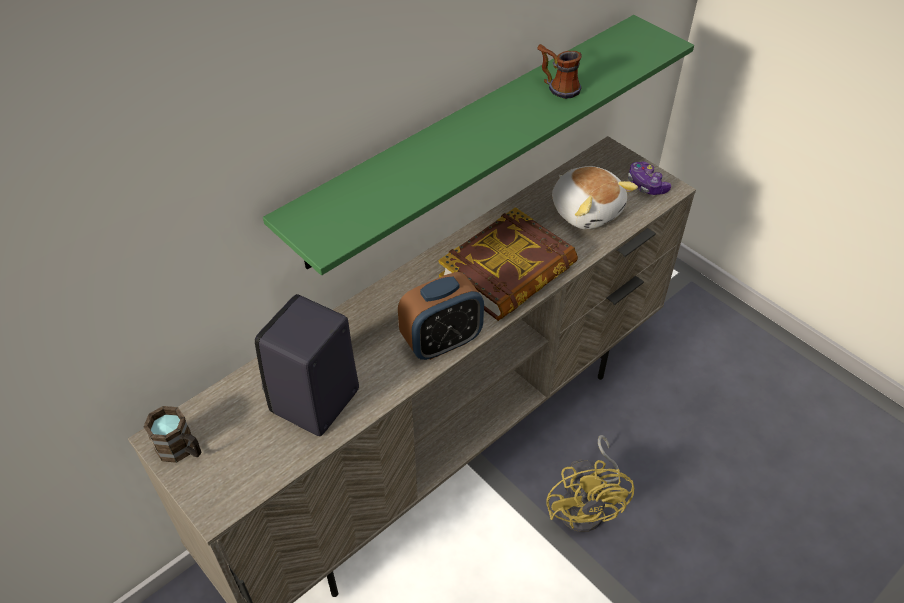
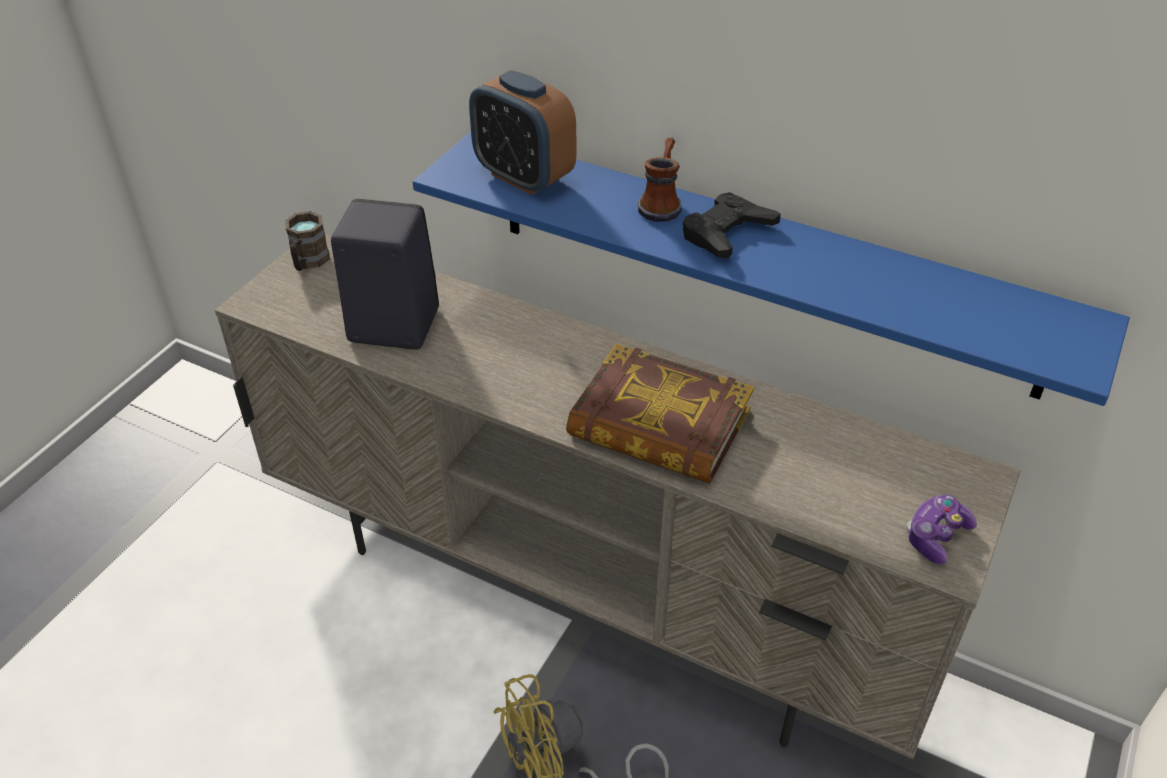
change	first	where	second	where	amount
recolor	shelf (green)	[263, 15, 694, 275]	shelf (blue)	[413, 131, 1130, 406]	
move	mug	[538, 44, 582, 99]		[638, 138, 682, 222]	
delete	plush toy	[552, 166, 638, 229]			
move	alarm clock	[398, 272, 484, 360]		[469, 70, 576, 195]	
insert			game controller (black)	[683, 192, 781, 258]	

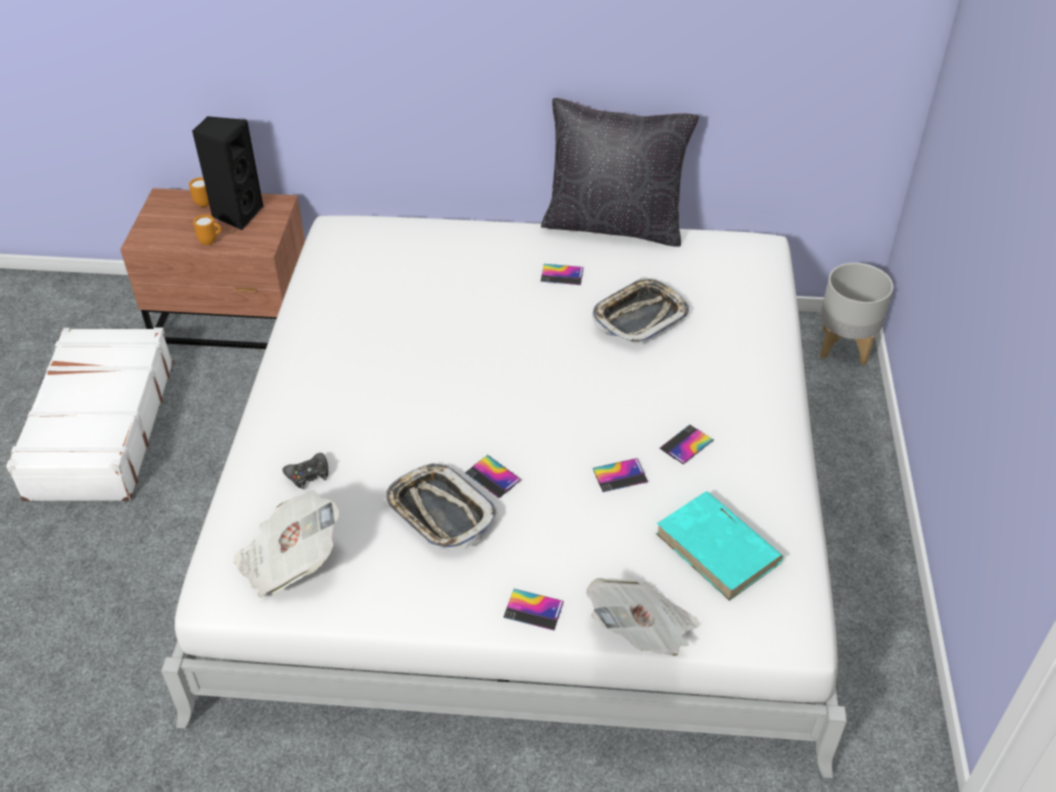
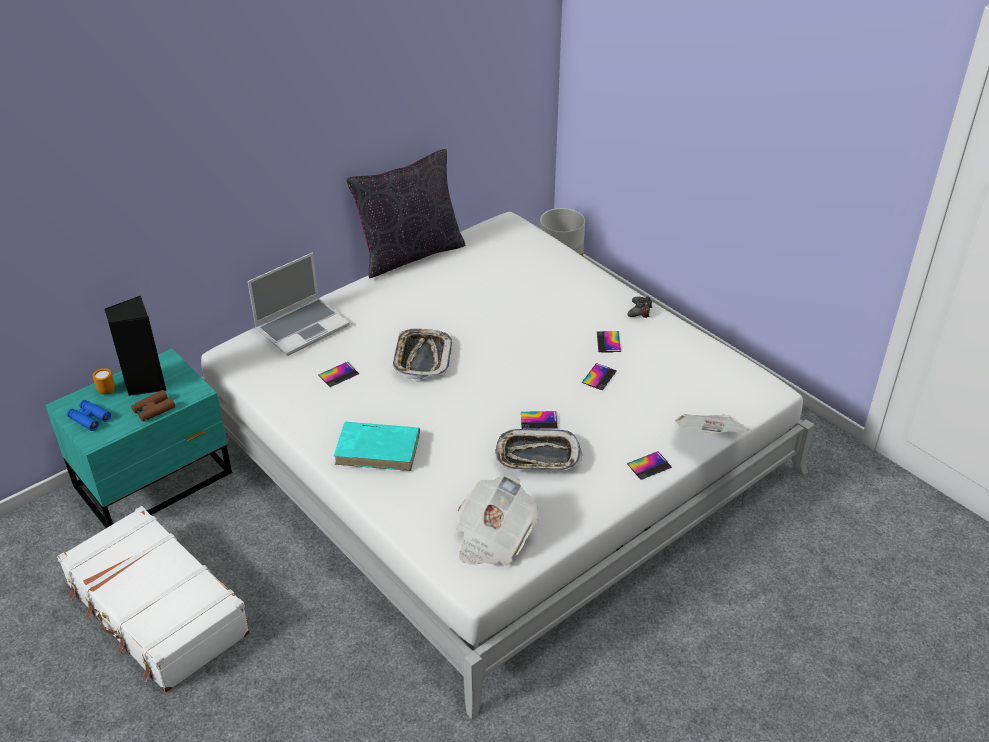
change	first	where	second	where	amount
recolor	nightstand (brown)	[120, 188, 305, 349]	nightstand (turquoise)	[45, 348, 232, 528]	
replace	mug (orange)	[193, 215, 222, 245]	binoculars (brown)	[131, 390, 175, 422]	
move	phone	[541, 264, 584, 285]		[319, 362, 359, 387]	
move	tray	[592, 277, 689, 345]		[393, 328, 452, 380]	
move	game controller (black)	[282, 453, 328, 489]		[627, 296, 652, 318]	
move	book (turquoise)	[656, 491, 783, 601]		[334, 422, 420, 471]	
insert			laptop	[248, 253, 350, 356]	
insert			binoculars (blue)	[67, 400, 111, 431]	

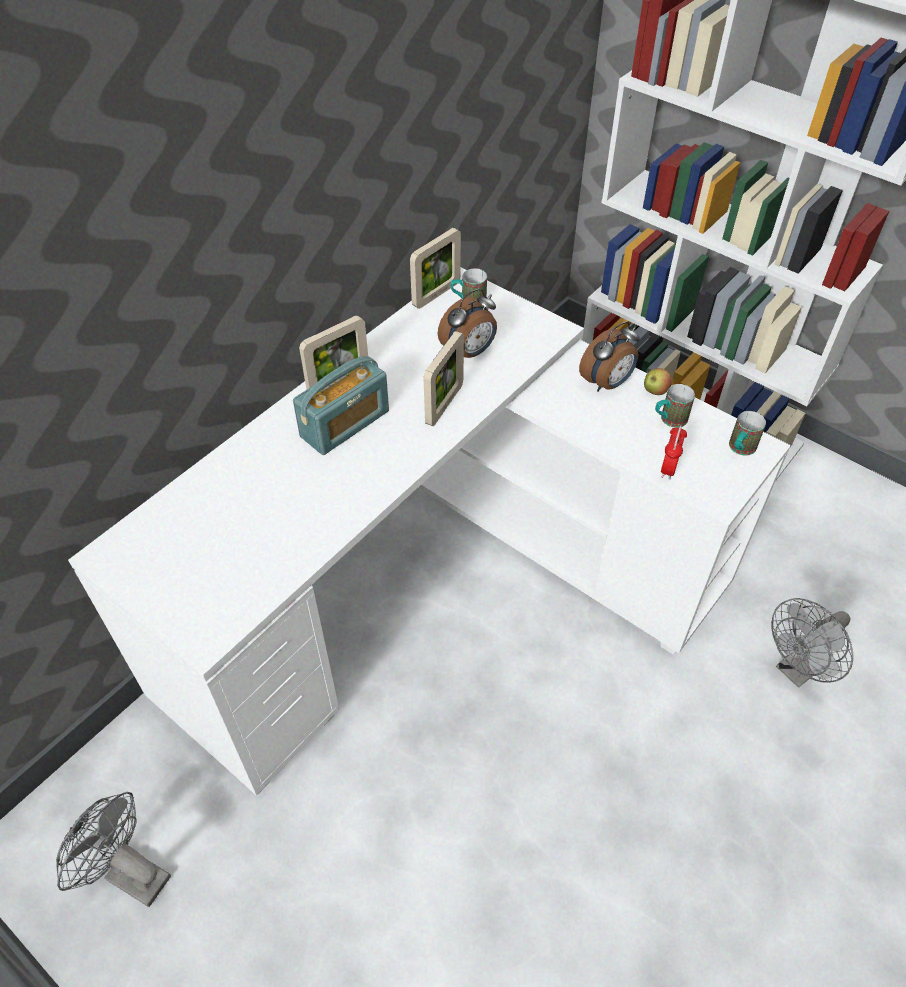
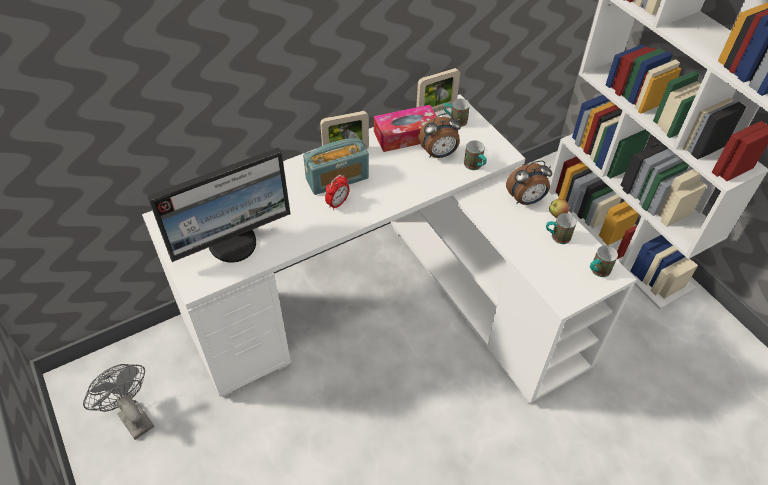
change	first	where	second	where	amount
delete	picture frame	[424, 331, 464, 426]			
move	alarm clock	[661, 425, 687, 480]		[325, 175, 350, 210]	
delete	fan (grey)	[772, 598, 853, 688]			
insert			tissue box	[374, 105, 436, 152]	
insert			mug	[464, 141, 487, 170]	
insert			monitor	[147, 147, 290, 263]	

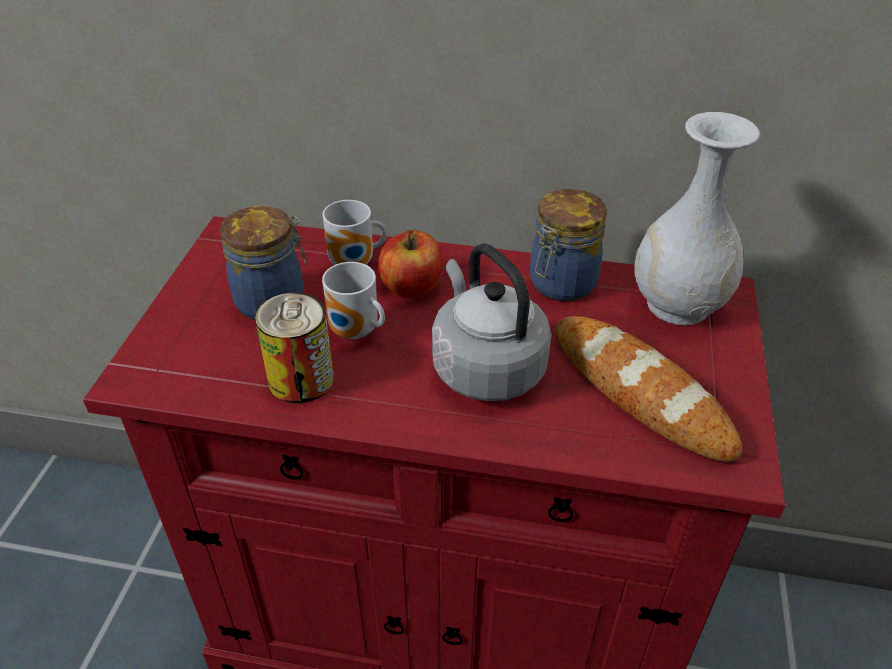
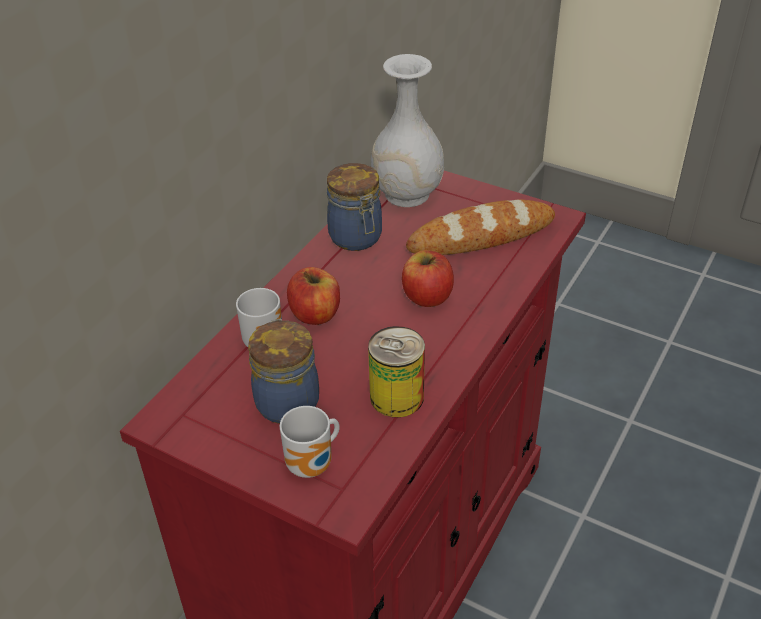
change	first	where	second	where	amount
replace	kettle (grey)	[432, 243, 551, 401]	apple	[402, 250, 454, 307]	
move	mug	[322, 262, 385, 339]		[280, 406, 340, 478]	

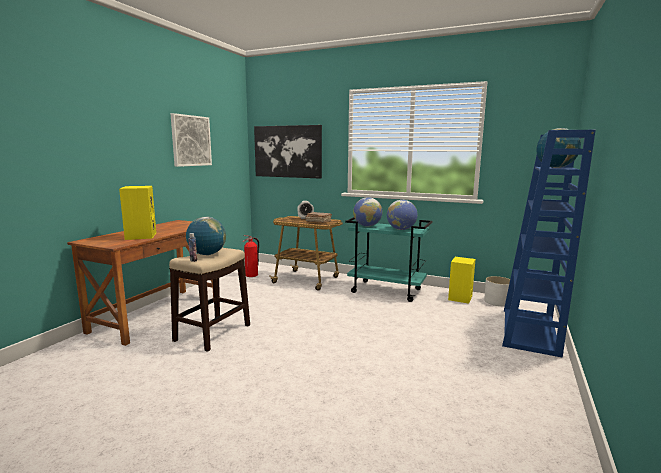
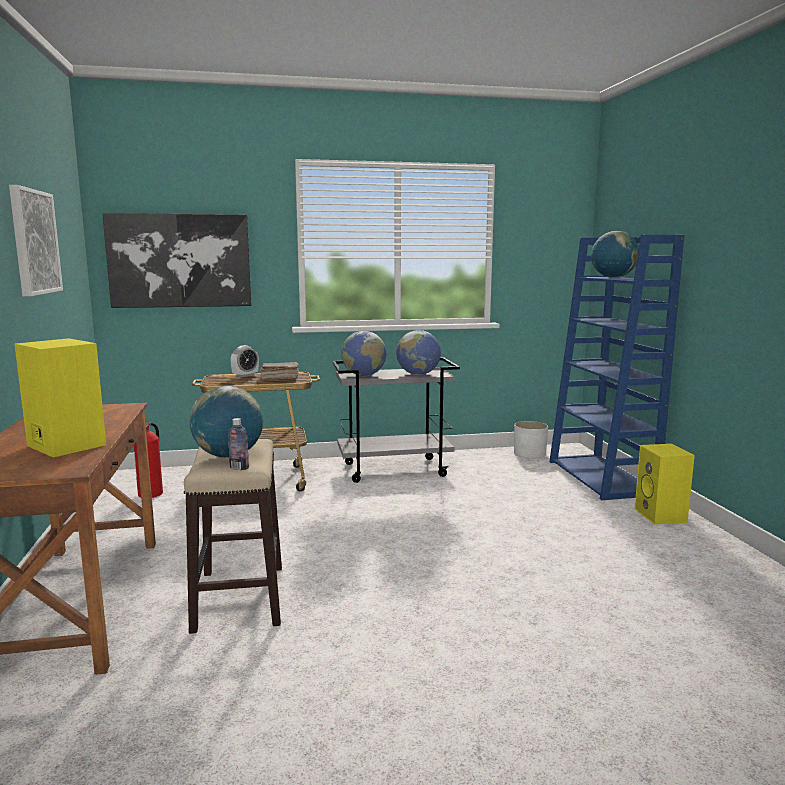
change	first	where	second	where	amount
recolor	cart (turquoise)	[345, 217, 432, 302]	cart (grey)	[332, 357, 460, 483]	
move	speaker (yellow)	[448, 257, 476, 304]		[635, 444, 695, 525]	

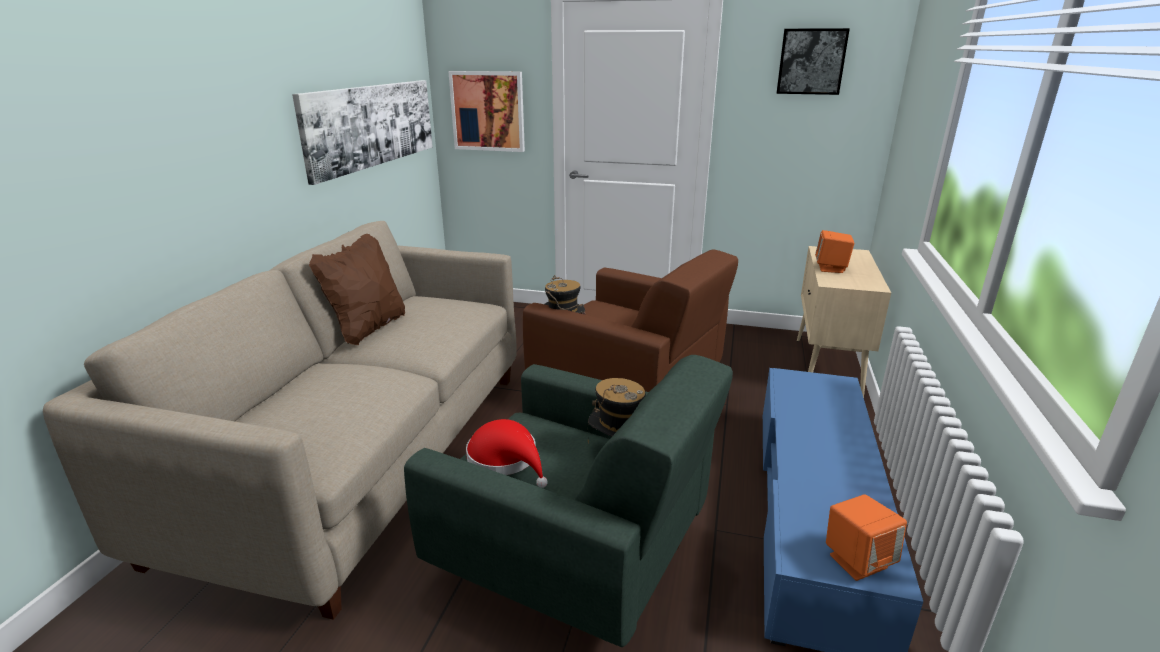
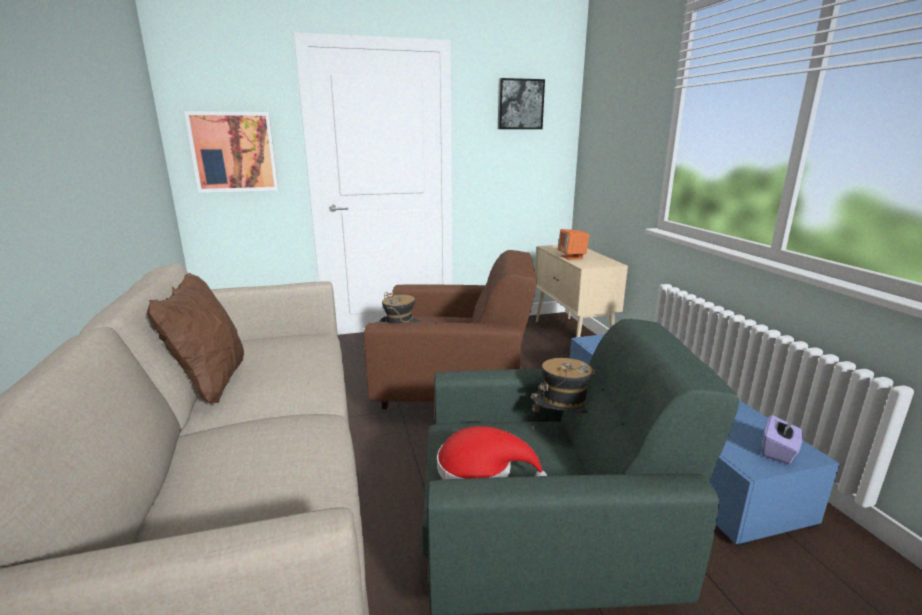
change	first	where	second	where	amount
delete	picture	[292, 80, 433, 185]			
replace	speaker (orange)	[826, 494, 907, 581]	tissue box (purple)	[762, 415, 803, 464]	

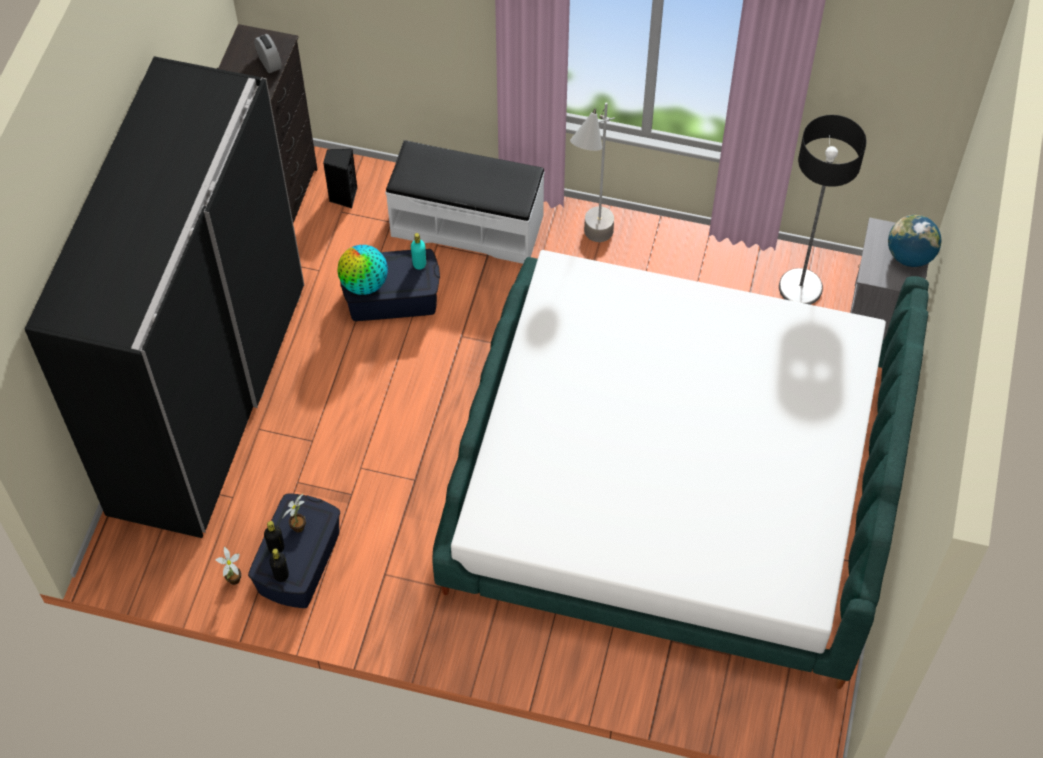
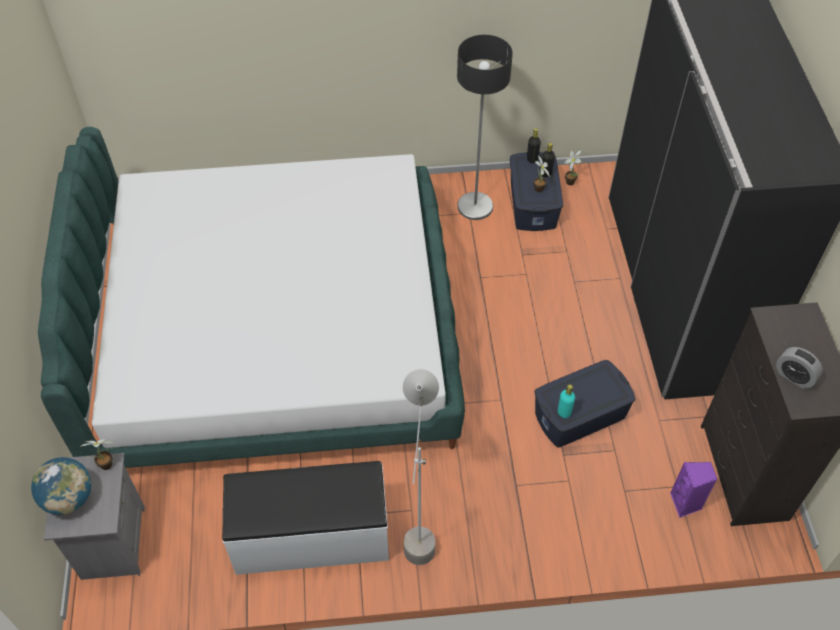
change	first	where	second	where	amount
move	floor lamp	[779, 115, 866, 305]		[457, 35, 513, 220]	
move	bench (white)	[385, 140, 544, 264]		[222, 461, 389, 575]	
recolor	speaker (black)	[323, 149, 357, 208]	speaker (purple)	[670, 462, 717, 518]	
delete	globe	[337, 245, 388, 295]			
insert			potted plant	[80, 439, 112, 470]	

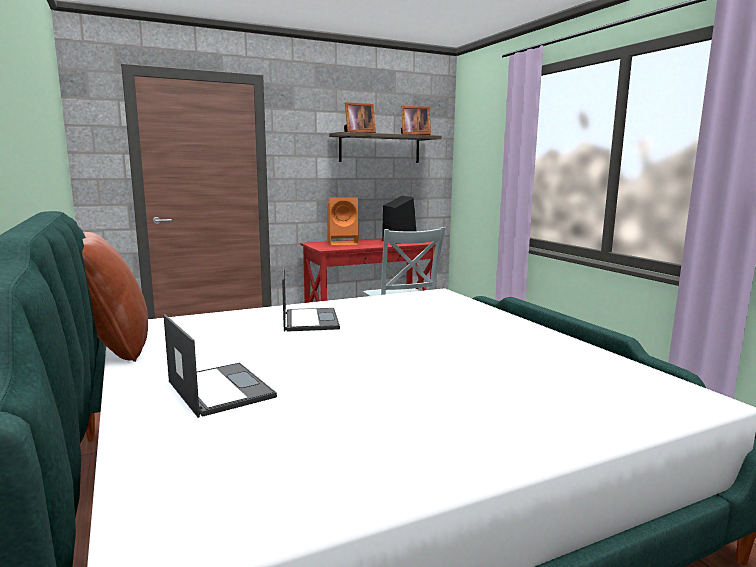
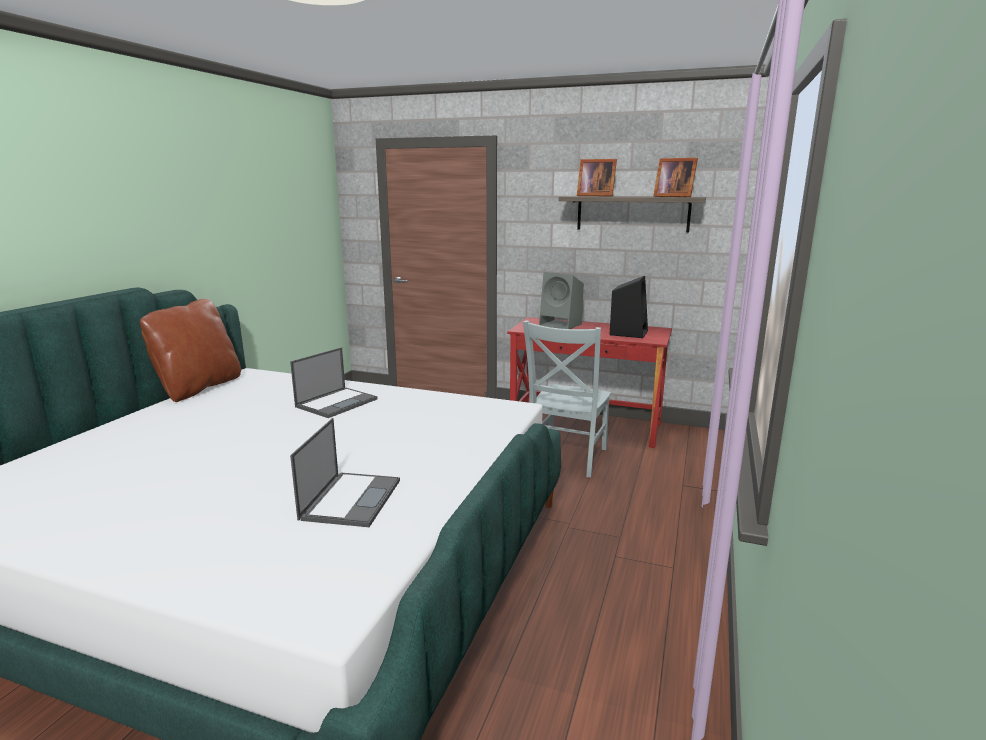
change	first	where	second	where	amount
recolor	speaker (orange)	[327, 197, 359, 246]	speaker (grey)	[539, 272, 584, 329]	
move	laptop	[163, 314, 277, 418]		[290, 418, 400, 527]	

